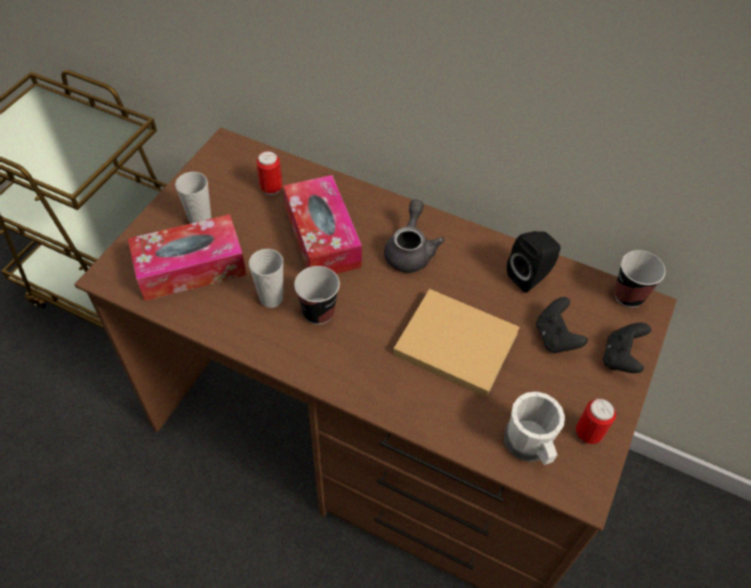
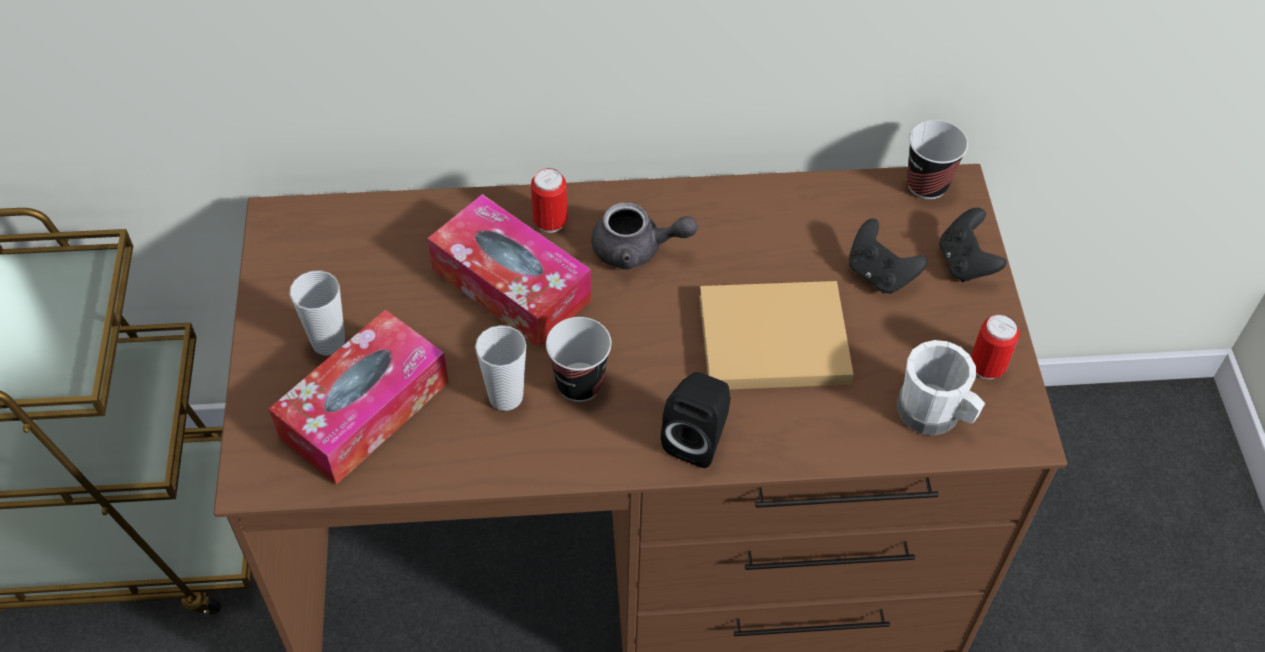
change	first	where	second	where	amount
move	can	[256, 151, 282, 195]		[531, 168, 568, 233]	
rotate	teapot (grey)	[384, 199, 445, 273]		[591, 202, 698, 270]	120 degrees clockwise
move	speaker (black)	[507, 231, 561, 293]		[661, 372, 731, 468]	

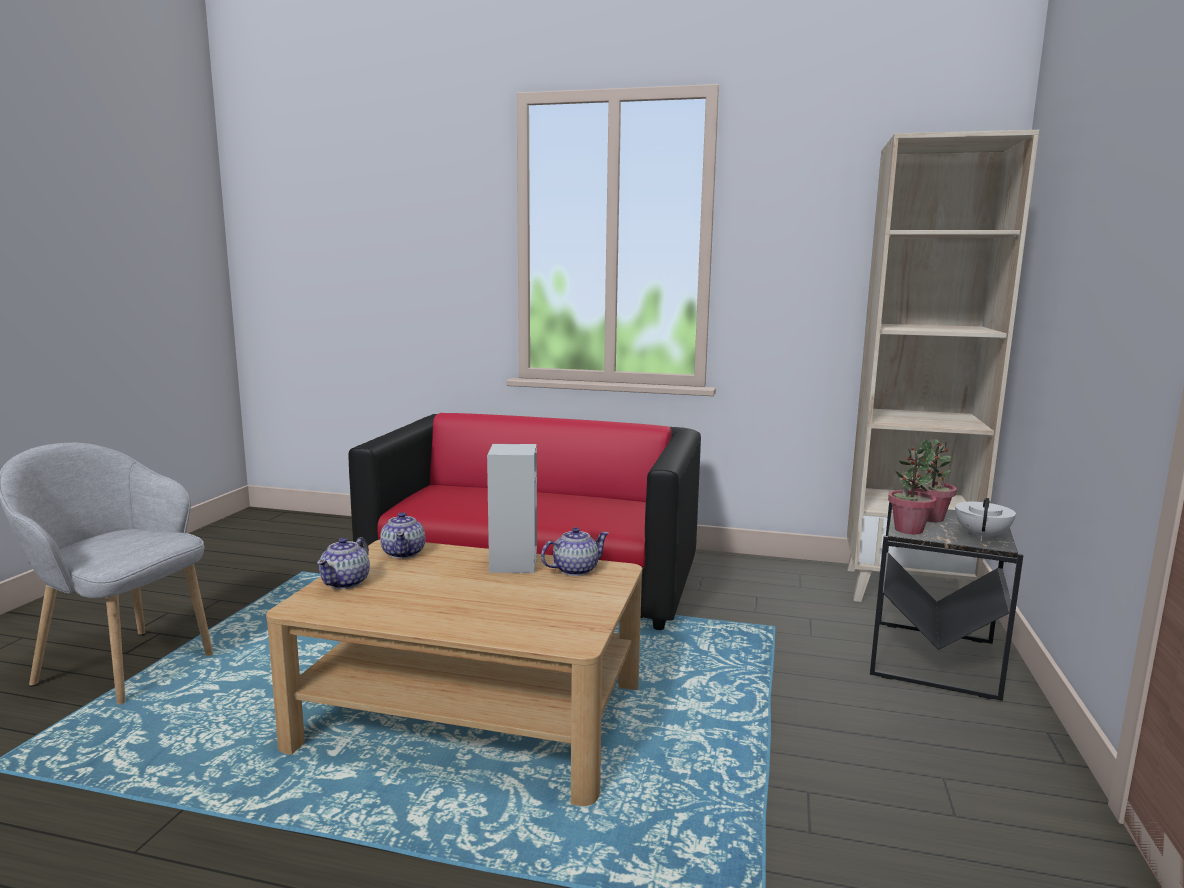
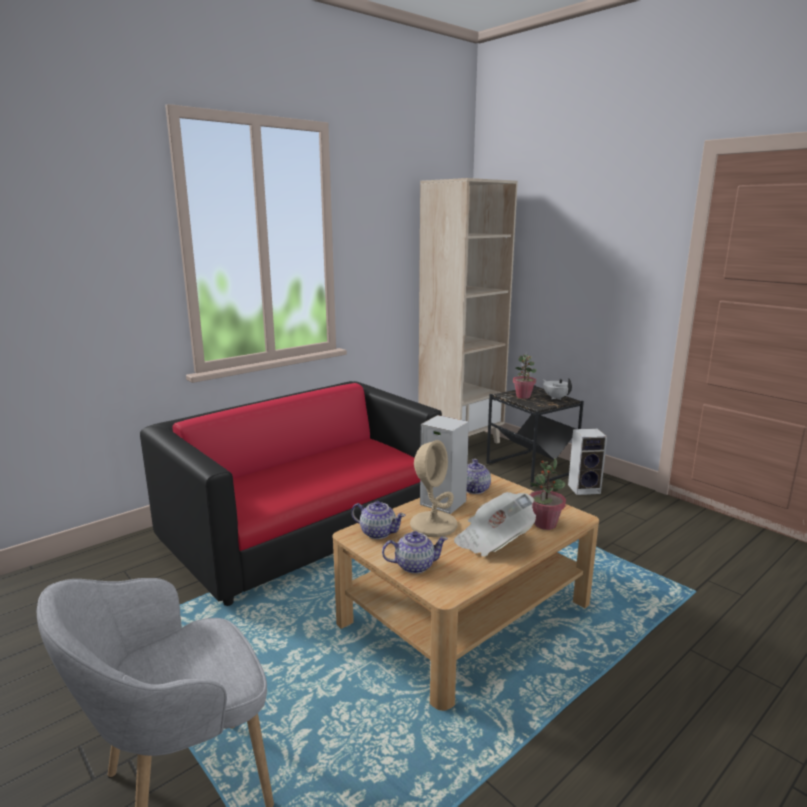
change	first	where	second	where	amount
move	potted plant	[888, 447, 937, 534]		[530, 458, 566, 530]	
rotate	teapot	[317, 537, 370, 589]		[382, 531, 448, 574]	60 degrees counterclockwise
insert			speaker	[568, 428, 607, 495]	
insert			table lamp (beige)	[410, 440, 457, 537]	
insert			newspaper	[454, 492, 536, 557]	

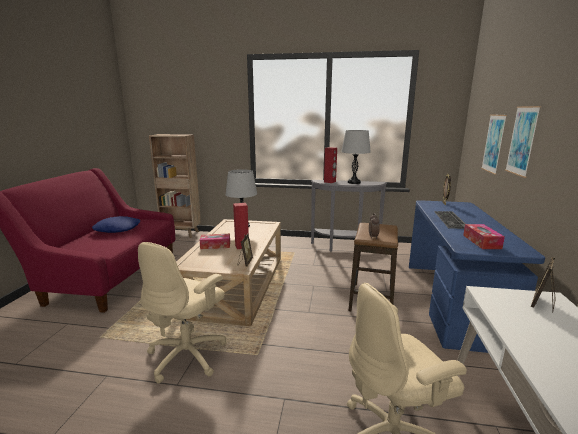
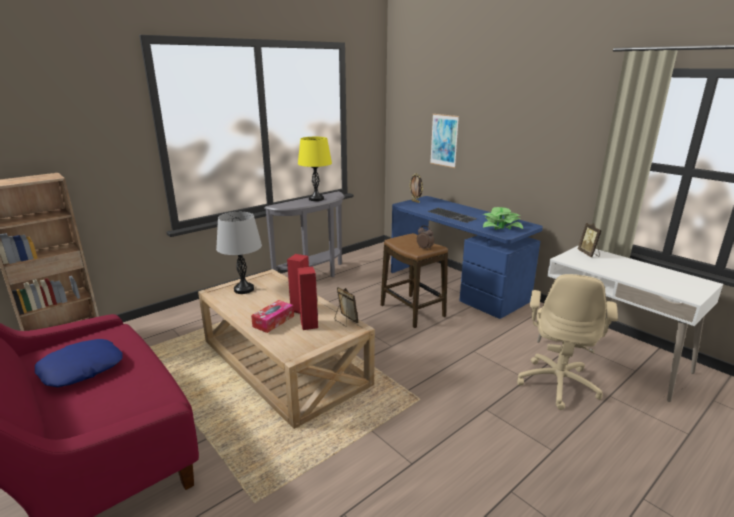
change	first	where	second	where	amount
delete	picture	[505, 106, 541, 178]			
recolor	table lamp (grey)	[341, 130, 371, 184]	table lamp (yellow)	[298, 137, 332, 201]	
move	speaker (red)	[324, 147, 337, 183]		[297, 266, 318, 330]	
replace	tissue box	[463, 224, 505, 249]	potted plant	[482, 207, 523, 230]	
delete	office chair (beige)	[138, 242, 226, 384]			

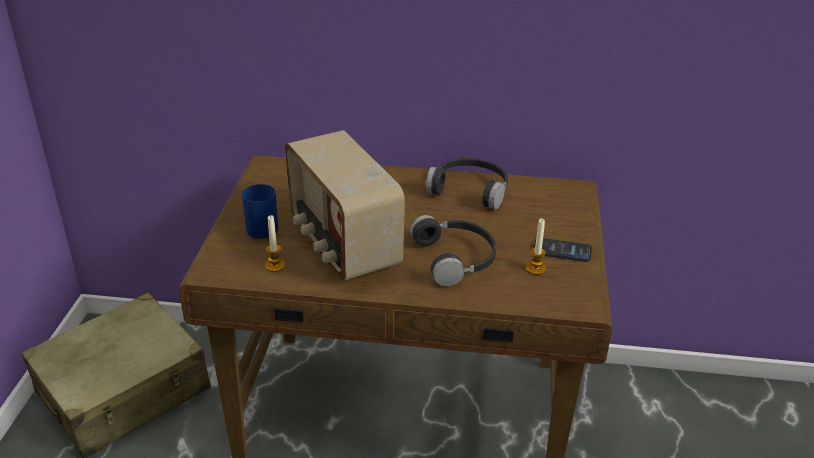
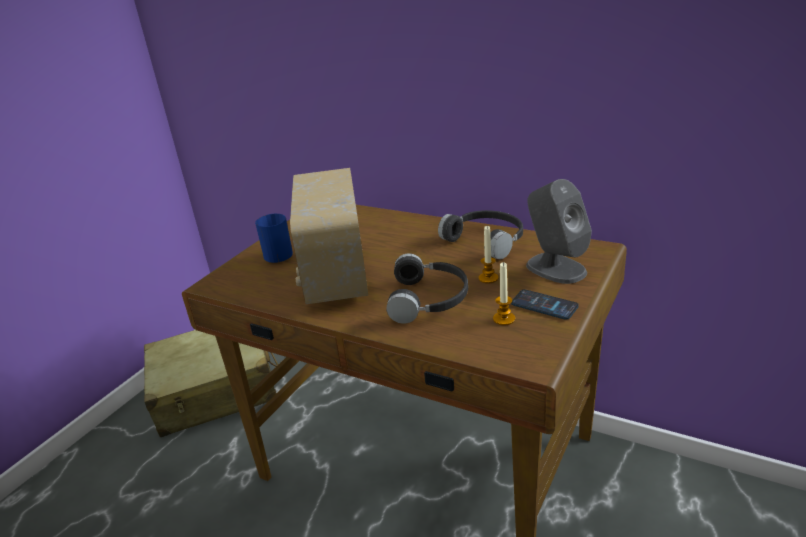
change	first	where	second	where	amount
move	candle	[265, 215, 285, 272]		[479, 226, 499, 284]	
insert			speaker (grey)	[526, 179, 592, 284]	

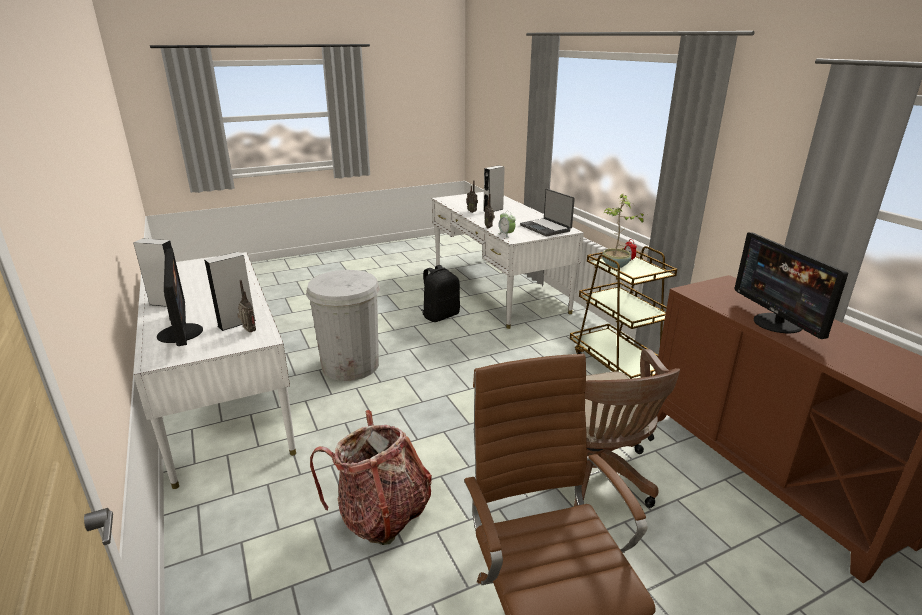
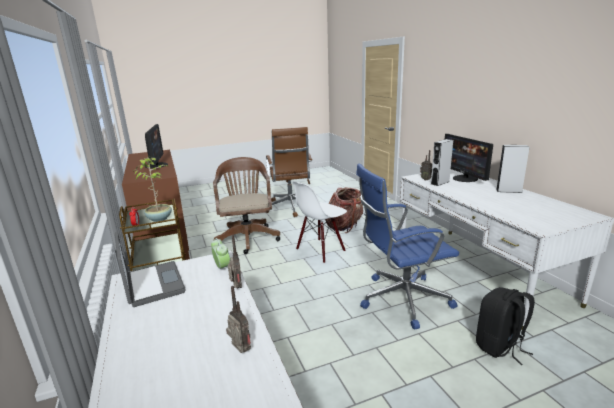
change	first	where	second	where	amount
delete	speaker (grey)	[483, 165, 505, 212]			
move	backpack (black)	[422, 265, 460, 322]		[476, 287, 535, 365]	
replace	trash can (white)	[306, 270, 380, 381]	office chair (blue)	[356, 164, 459, 329]	
insert			chair (white)	[293, 181, 347, 263]	

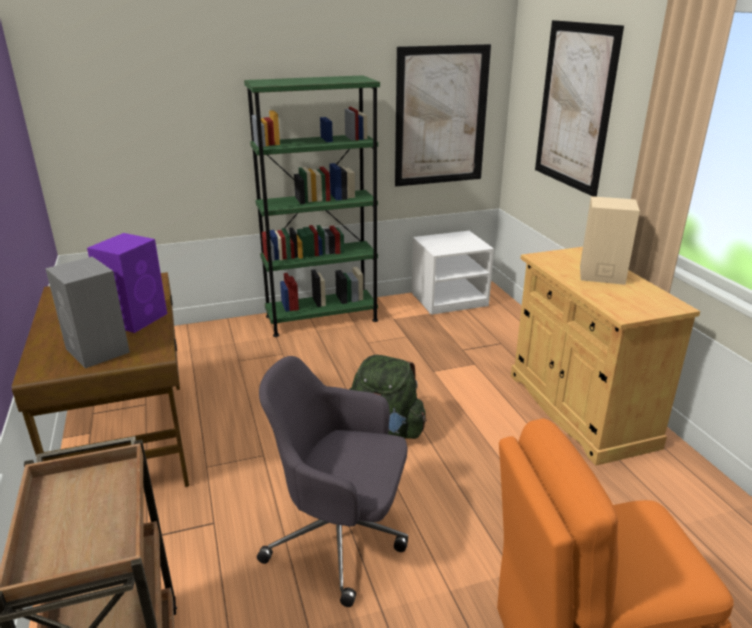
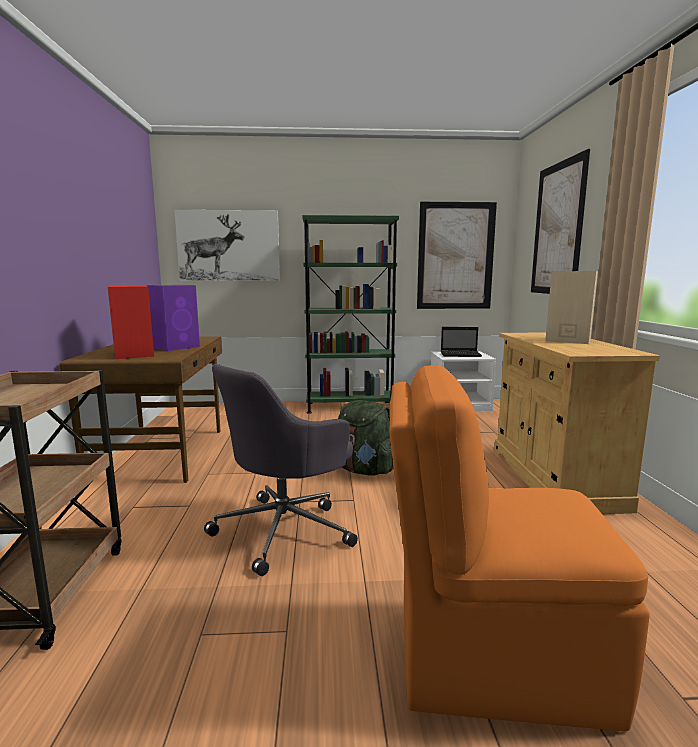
change	first	where	second	where	amount
recolor	speaker (grey)	[45, 257, 130, 368]	speaker (red)	[108, 286, 154, 359]	
rotate	office chair (grey)	[257, 356, 408, 607]		[204, 364, 358, 576]	75 degrees counterclockwise
insert			picture	[175, 210, 280, 281]	
insert			laptop	[441, 327, 482, 357]	

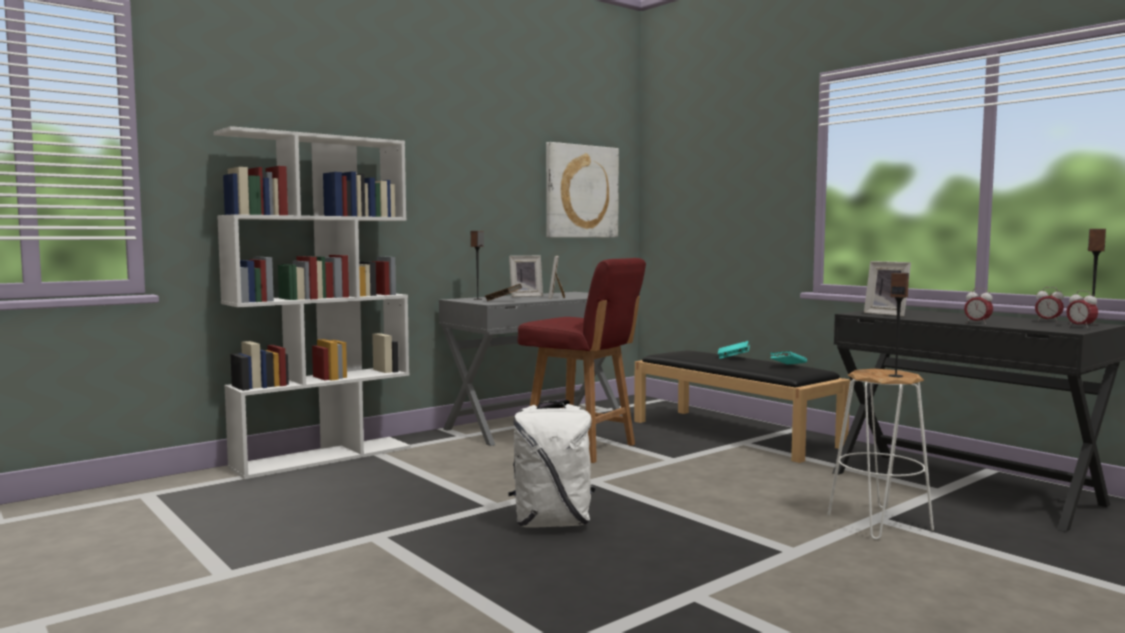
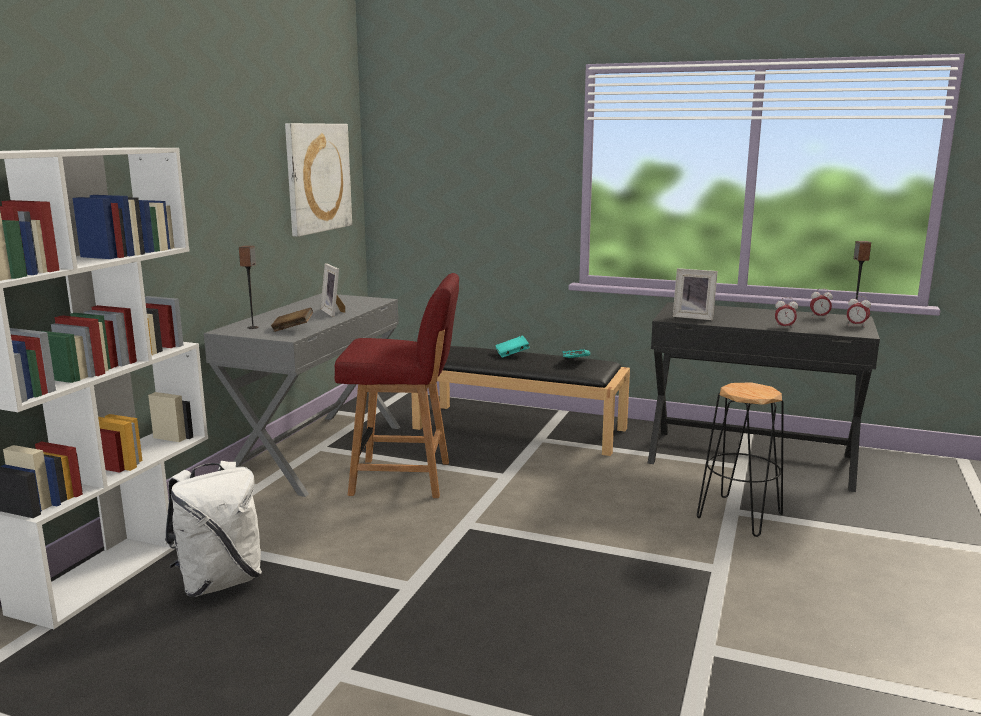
change	first	where	second	where	amount
delete	picture frame	[509, 256, 543, 297]			
delete	speaker	[889, 273, 909, 377]			
recolor	stool (white)	[827, 369, 934, 540]	stool (black)	[697, 382, 784, 537]	
move	backpack (white)	[508, 401, 596, 527]		[165, 461, 262, 597]	

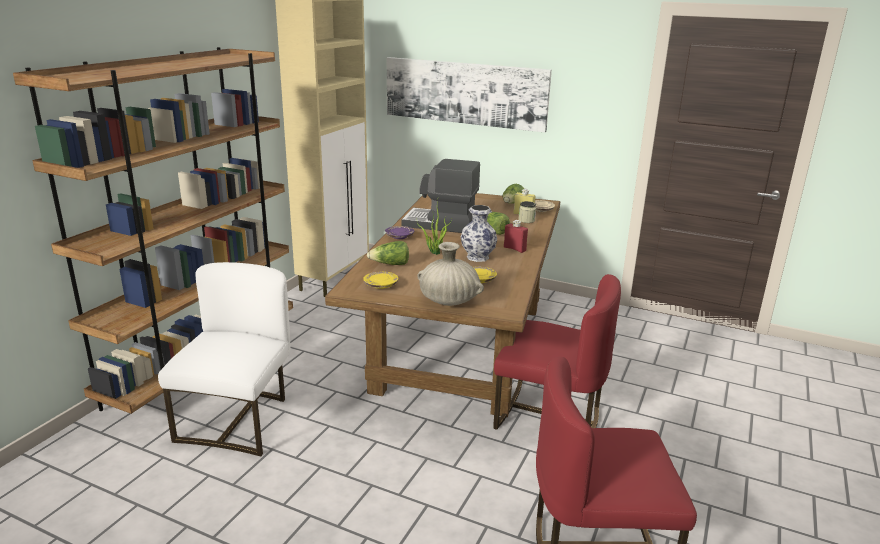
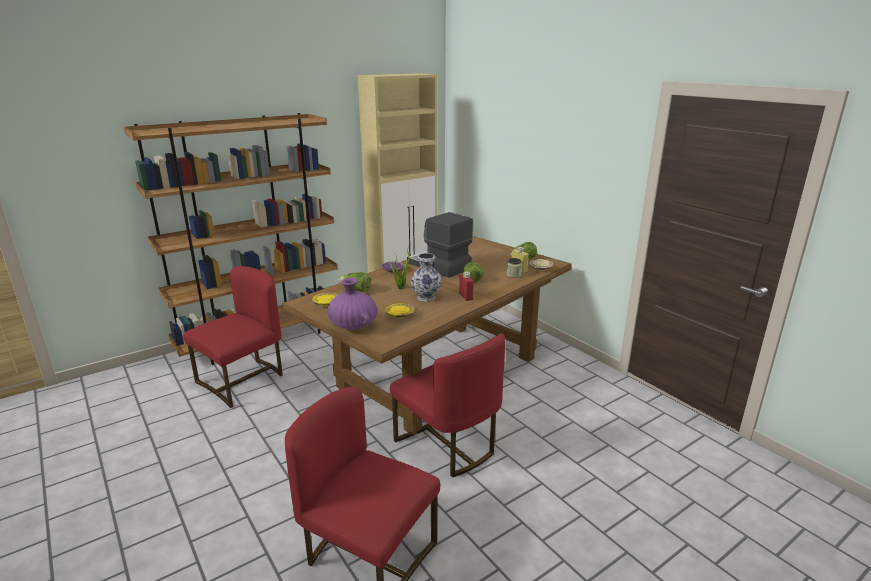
change	first	where	second	where	amount
delete	picture	[387, 57, 552, 133]			
recolor	vase (beige)	[417, 242, 484, 306]	vase (purple)	[328, 278, 377, 330]	
recolor	chair (white)	[158, 262, 291, 456]	chair (red)	[183, 266, 283, 408]	

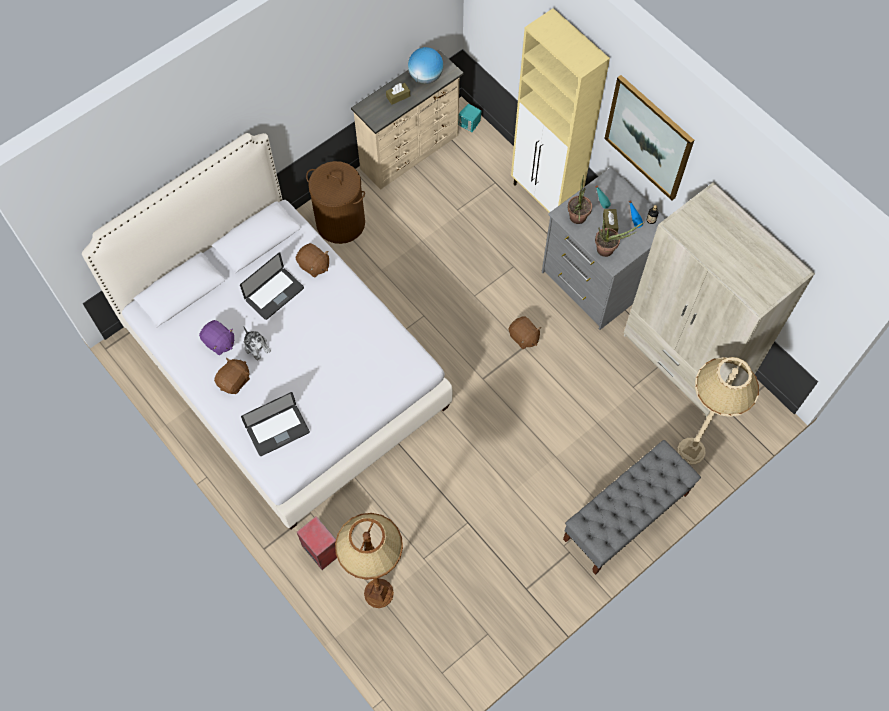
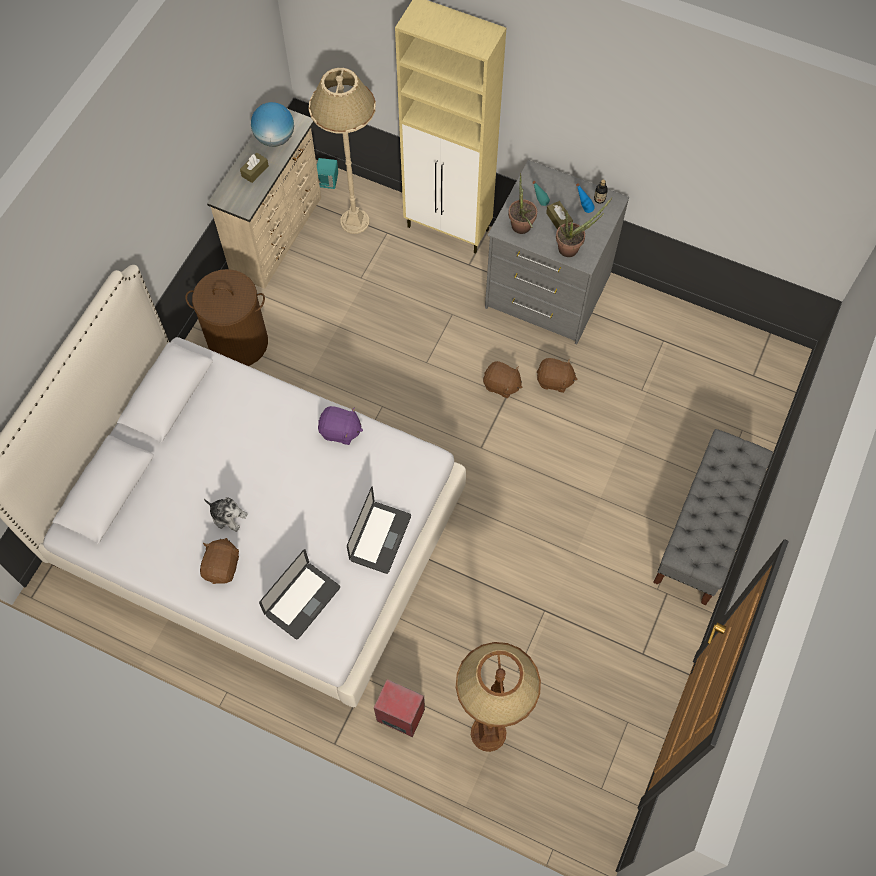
change	first	where	second	where	amount
delete	picture	[604, 75, 694, 200]			
delete	wardrobe (beige)	[624, 183, 815, 417]			
move	plush toy (brown)	[295, 243, 329, 278]		[537, 358, 577, 393]	
move	laptop	[240, 252, 304, 320]		[347, 486, 411, 574]	
move	plush toy (purple)	[199, 320, 234, 355]		[318, 406, 363, 445]	
move	floor lamp (beige)	[677, 357, 759, 464]		[309, 68, 376, 234]	

